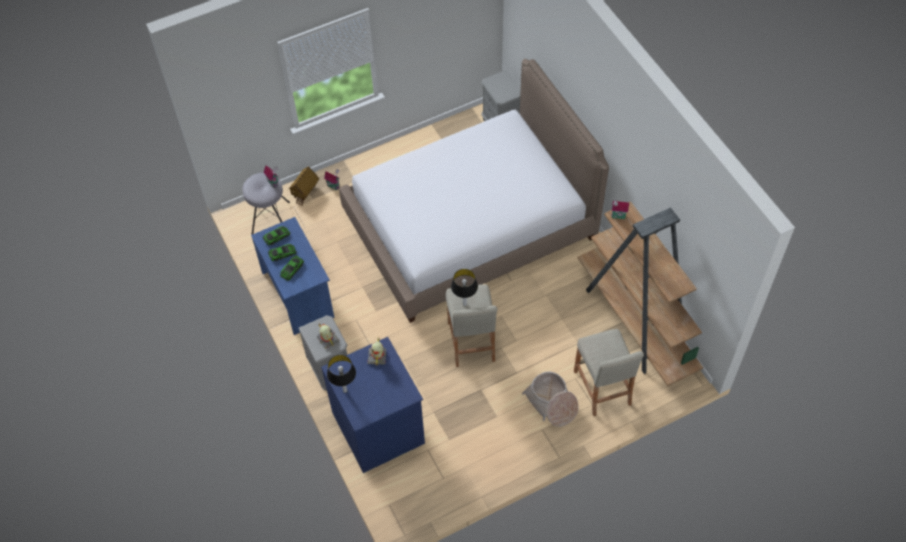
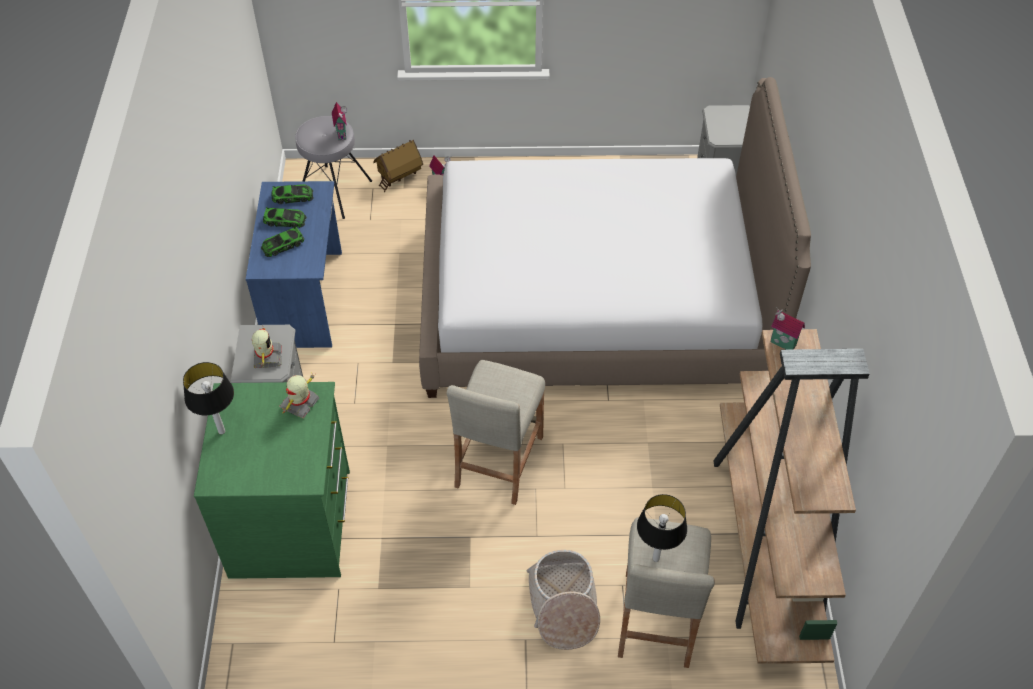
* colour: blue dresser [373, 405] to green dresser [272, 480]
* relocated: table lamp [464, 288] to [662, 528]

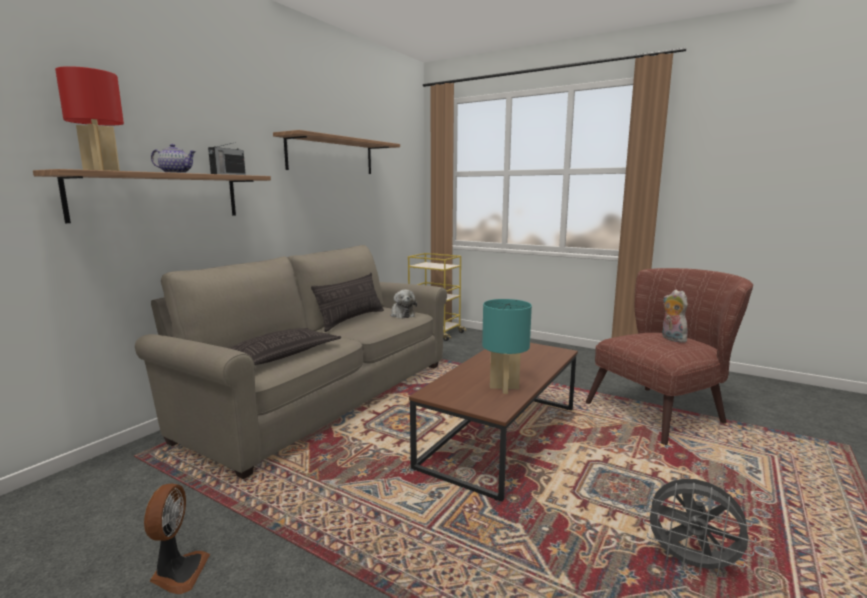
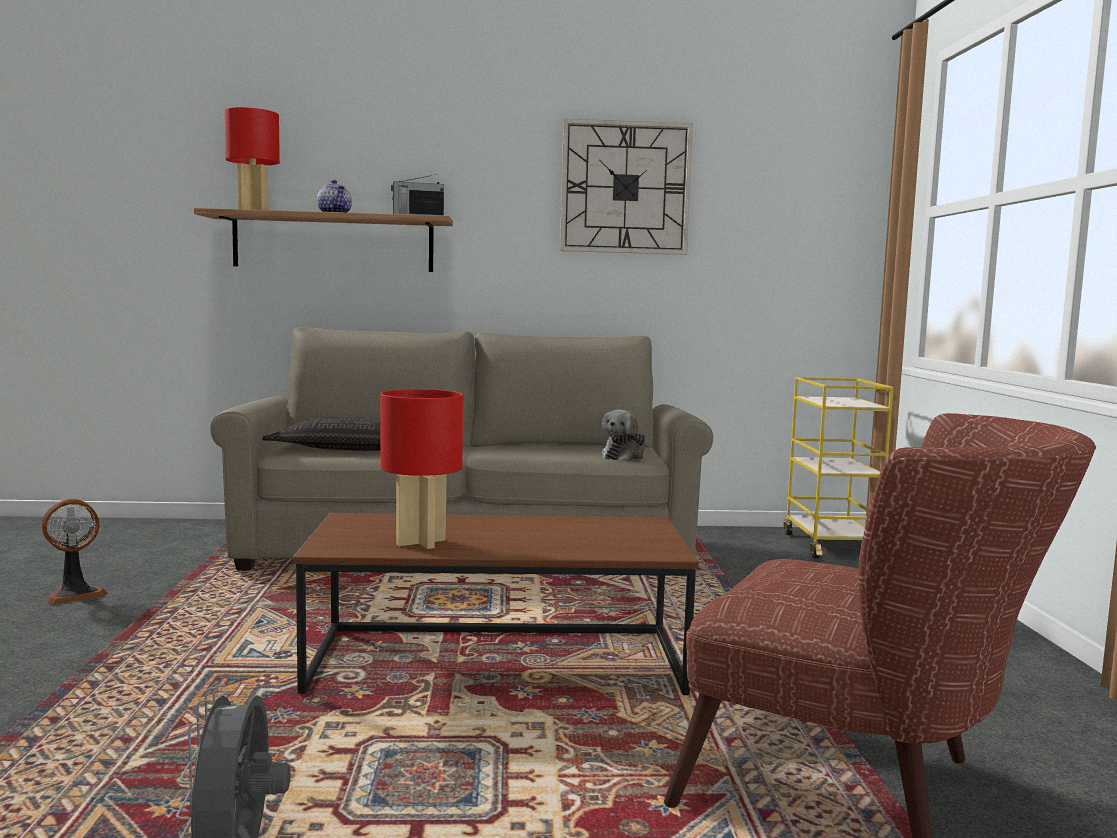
* exchanged: shelf [336, 152] to wall clock [626, 186]
* missing: pillow [347, 302]
* colour: turquoise table lamp [507, 346] to red table lamp [422, 469]
* missing: plush toy [675, 316]

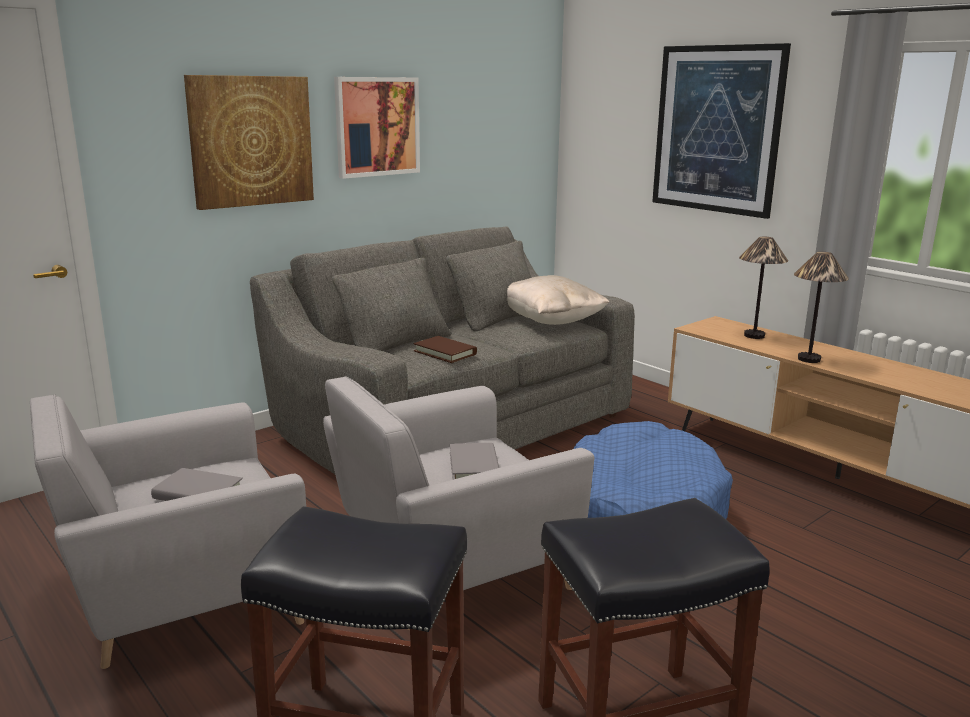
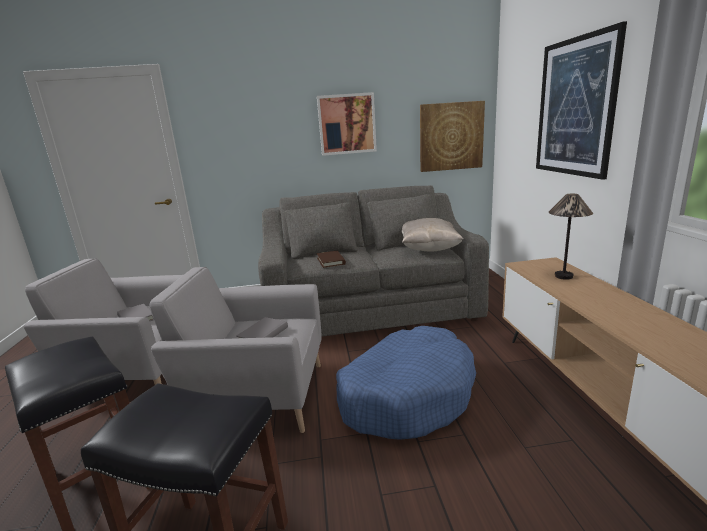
* relocated: picture [249, 142] to [452, 136]
* missing: table lamp [821, 307]

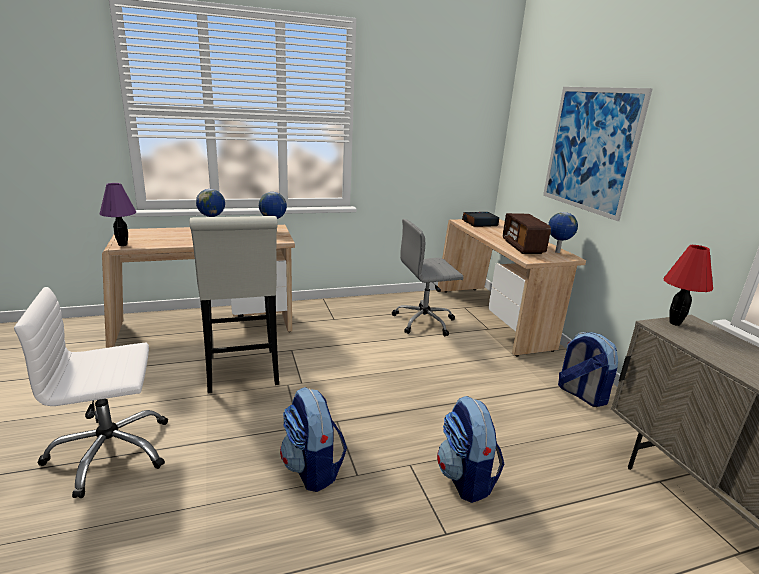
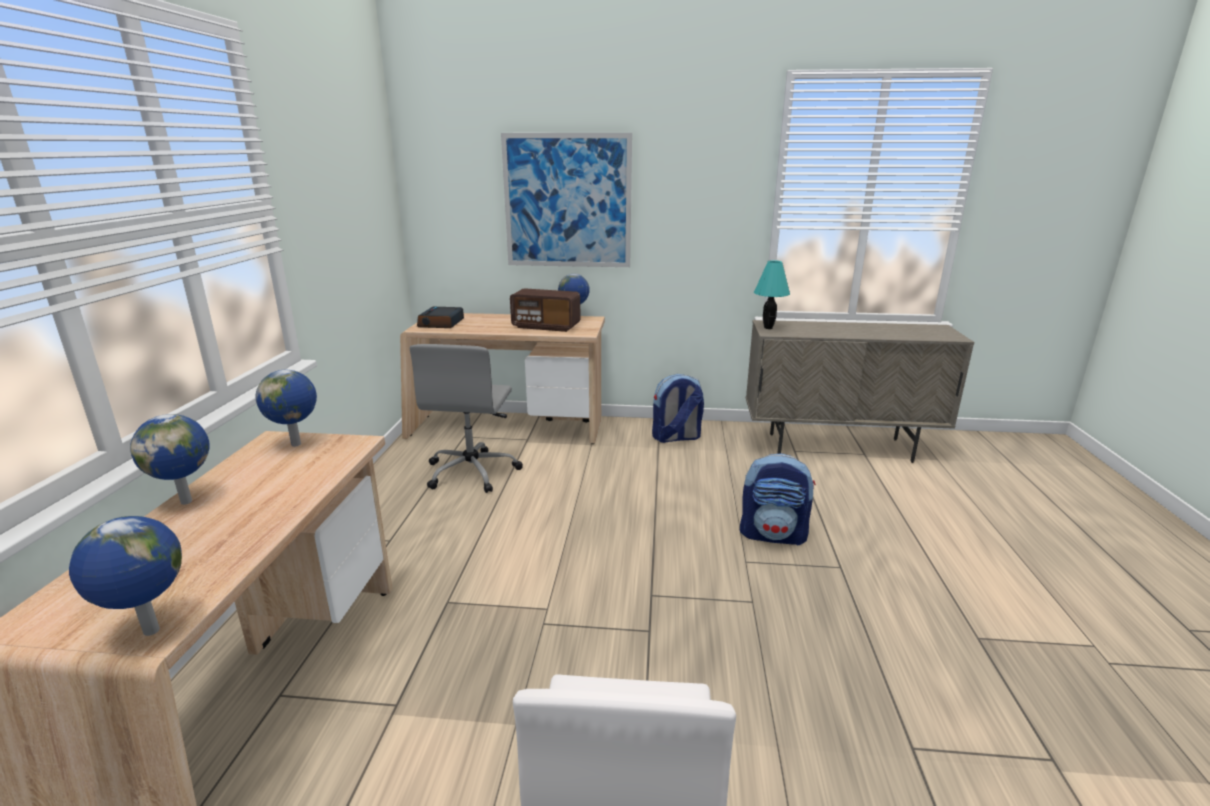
* exchanged: purple table lamp [118, 214] to globe [125, 576]
* missing: white stool [234, 304]
* missing: backpack [313, 439]
* colour: red table lamp [688, 285] to turquoise table lamp [772, 294]

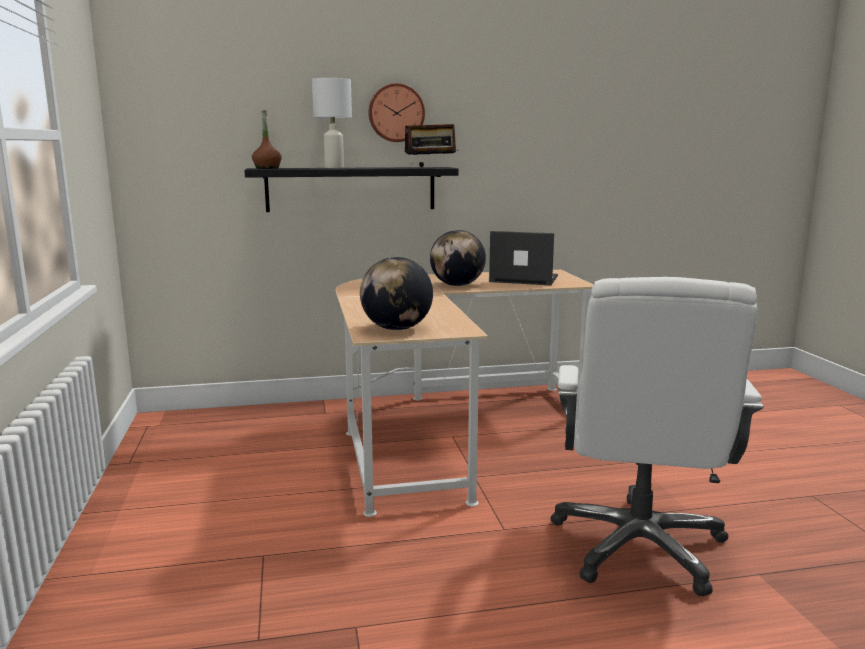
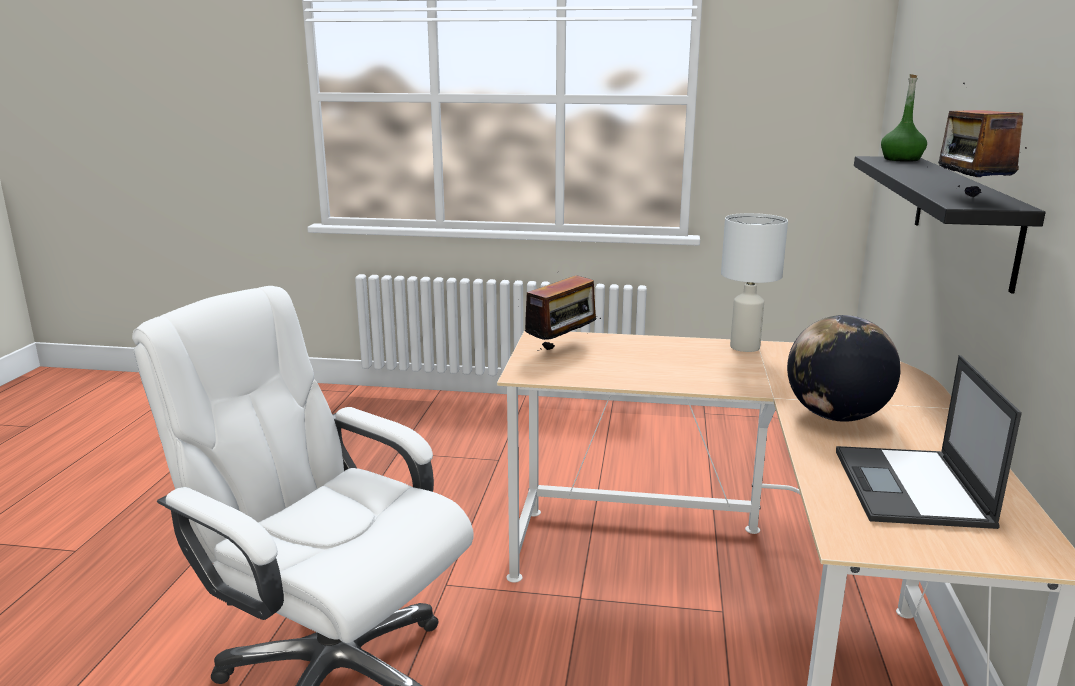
* colour: brown bottle [267, 139] to green bottle [904, 118]
* relocated: white table lamp [332, 123] to [754, 282]
* exchanged: globe [396, 293] to radio [563, 309]
* missing: wall clock [396, 112]
* spun: laptop [523, 258] = [929, 442] 150 degrees clockwise

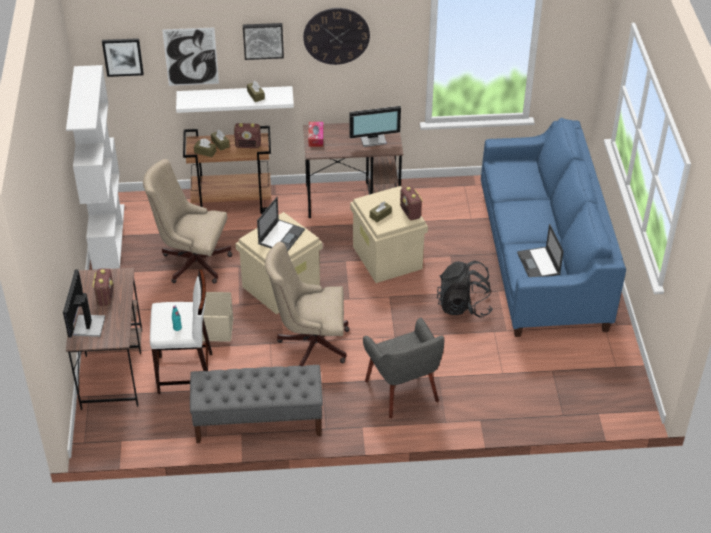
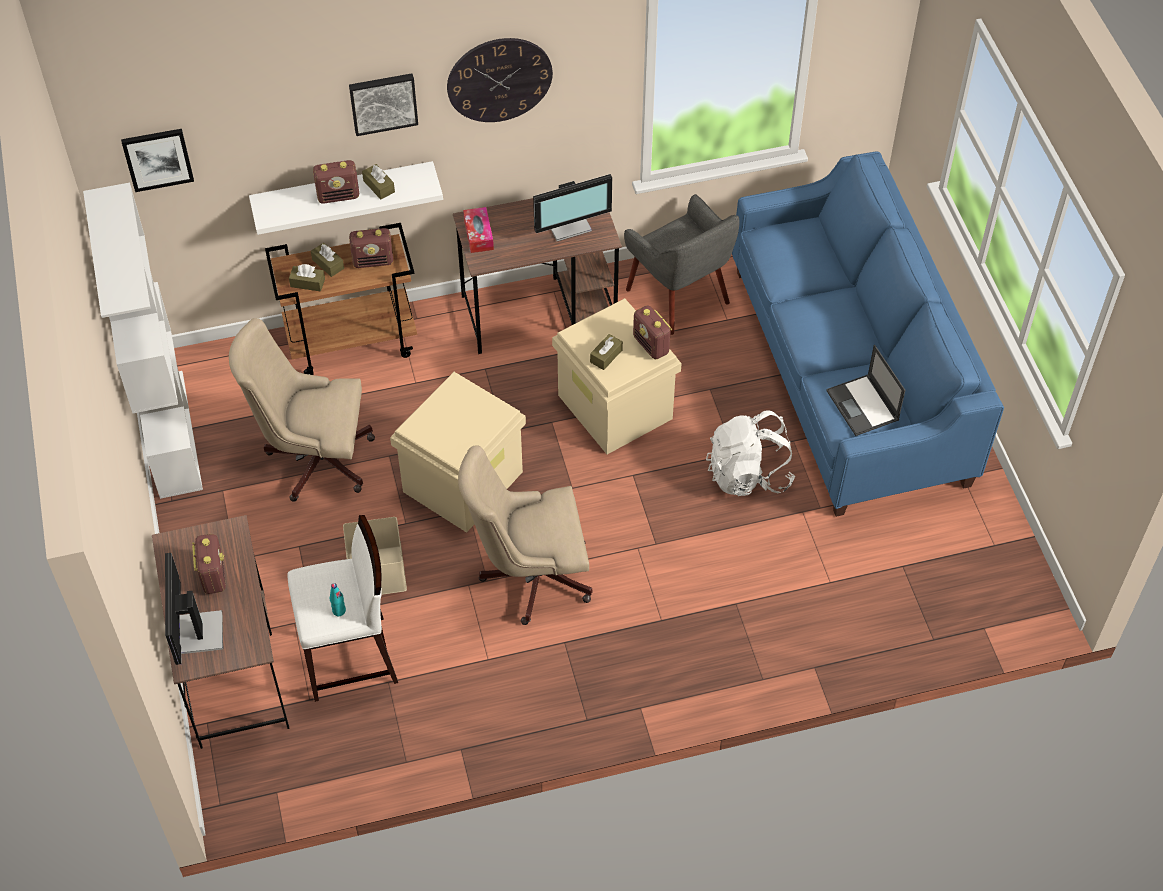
* missing: picture [190, 56]
* missing: grey bench [256, 404]
* missing: laptop [281, 224]
* relocated: grey armchair [403, 368] to [682, 264]
* colour: black backpack [465, 289] to white backpack [750, 453]
* appeared: radio [336, 182]

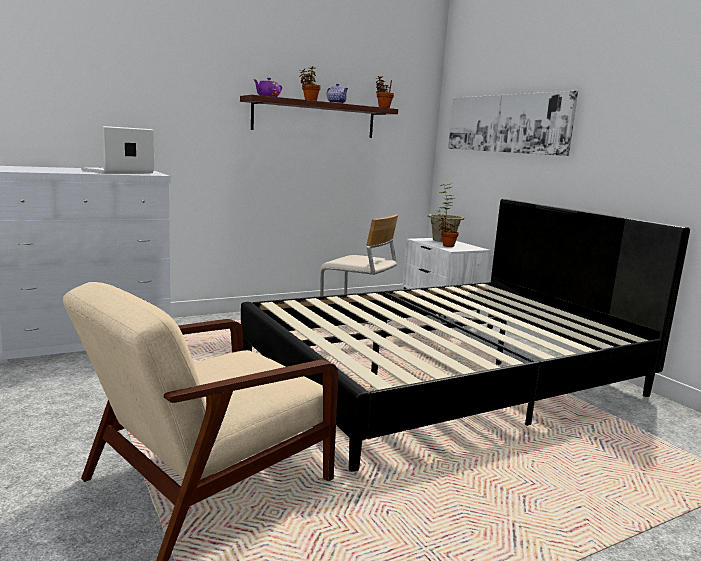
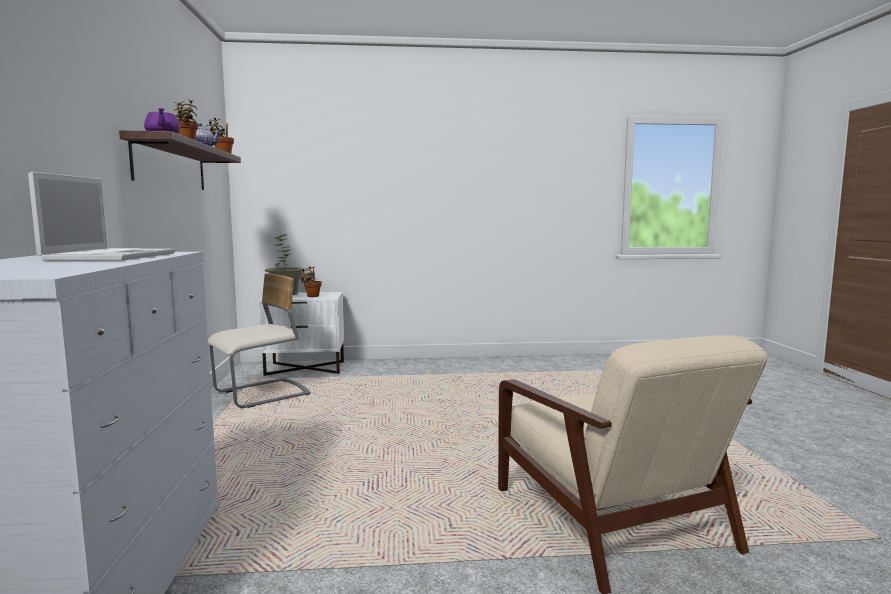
* spun: laptop [117, 150] = [101, 216] 150 degrees counterclockwise
* missing: black bed [465, 335]
* missing: picture [513, 123]

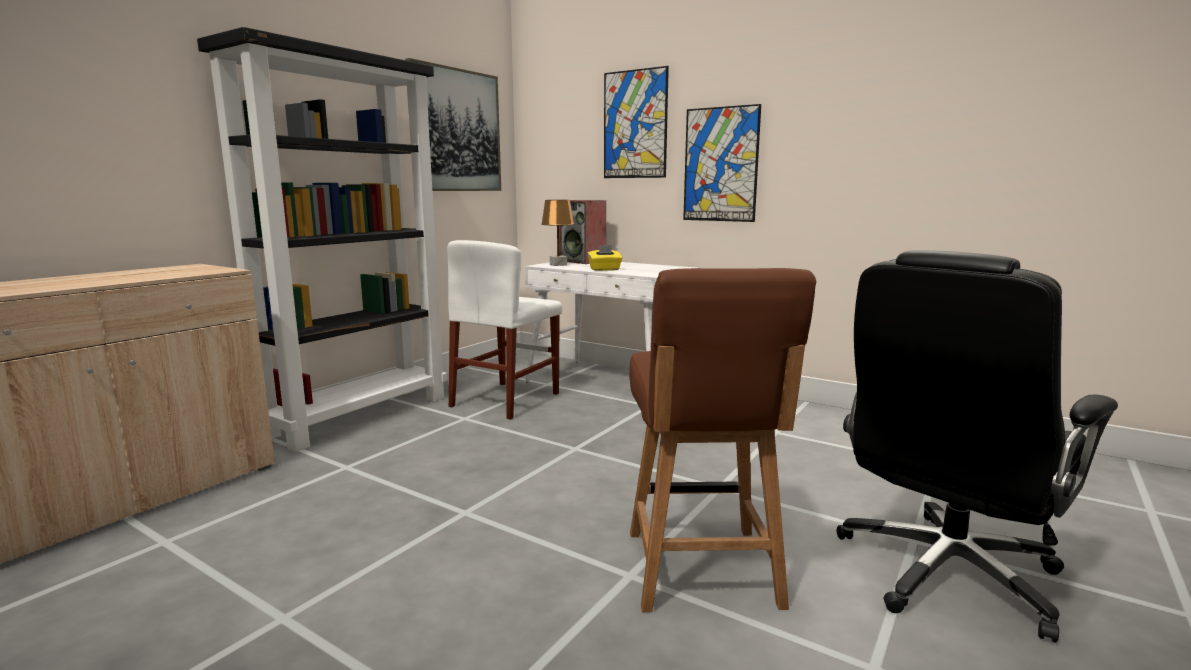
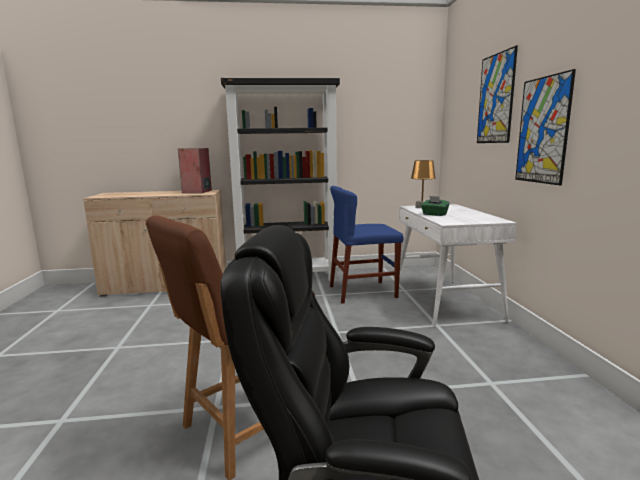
* missing: picture [453, 124]
* colour: white chair [504, 330] to blue chair [366, 245]
* relocated: speaker [582, 232] to [195, 171]
* colour: yellow tissue box [605, 258] to green tissue box [435, 206]

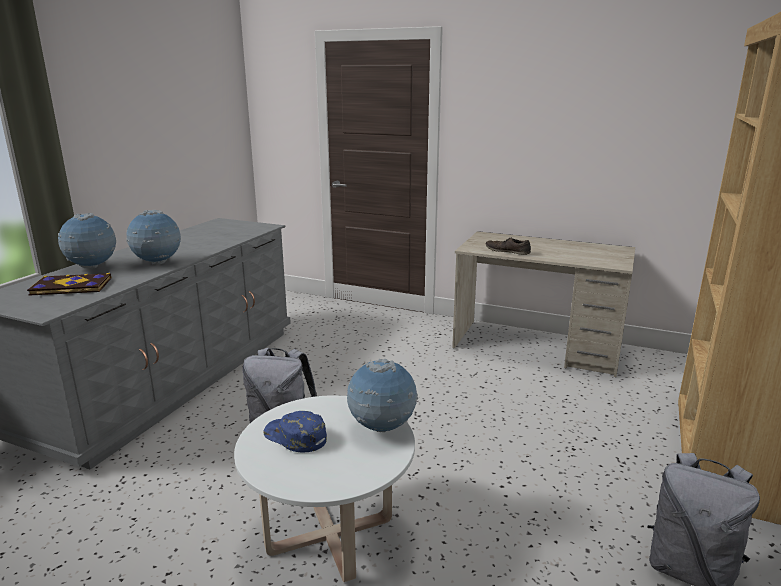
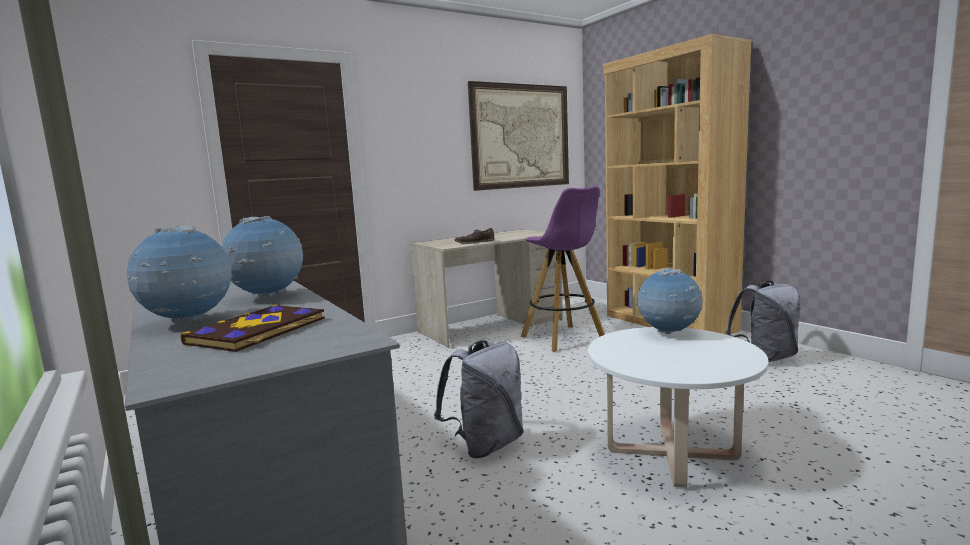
* missing: blue cap [295, 431]
* appeared: picture [518, 136]
* appeared: purple stool [563, 268]

